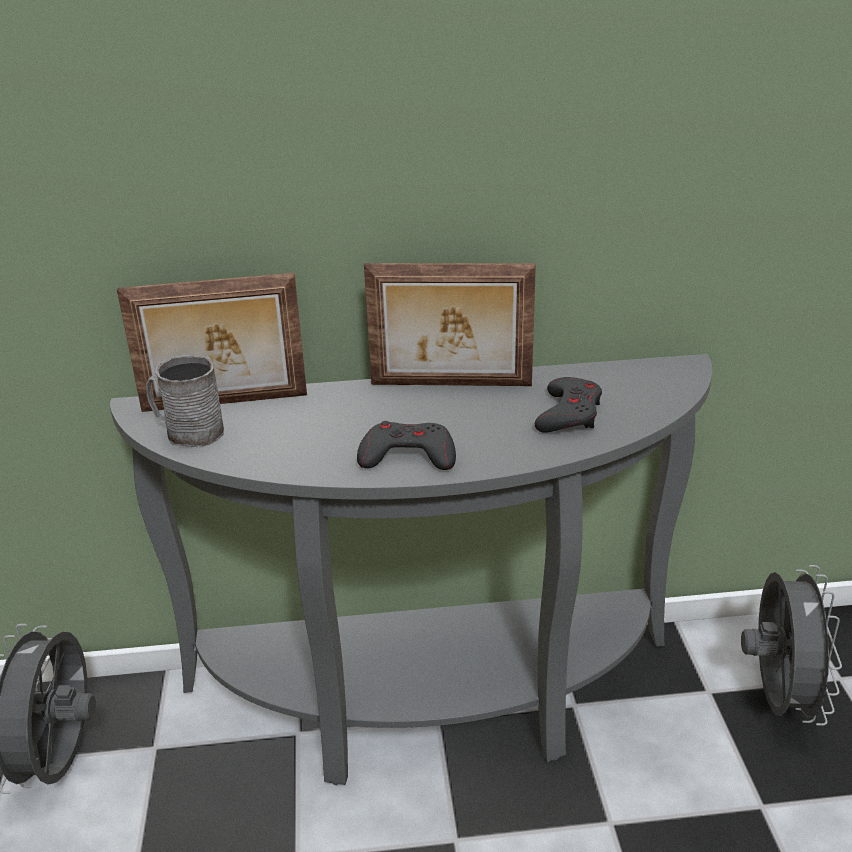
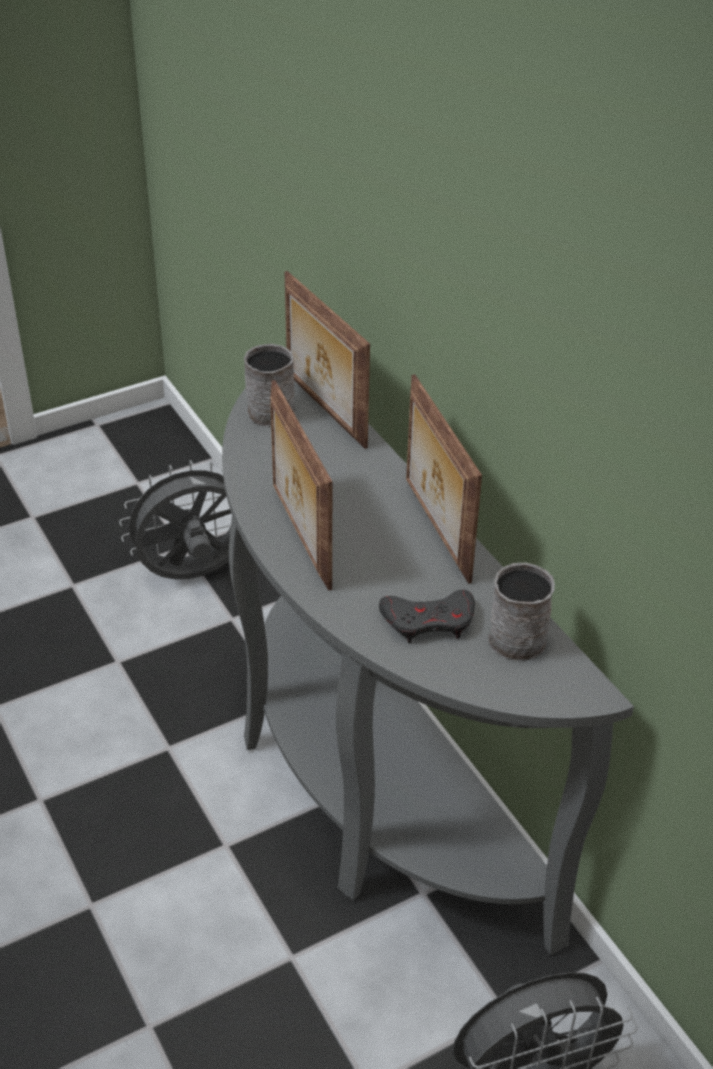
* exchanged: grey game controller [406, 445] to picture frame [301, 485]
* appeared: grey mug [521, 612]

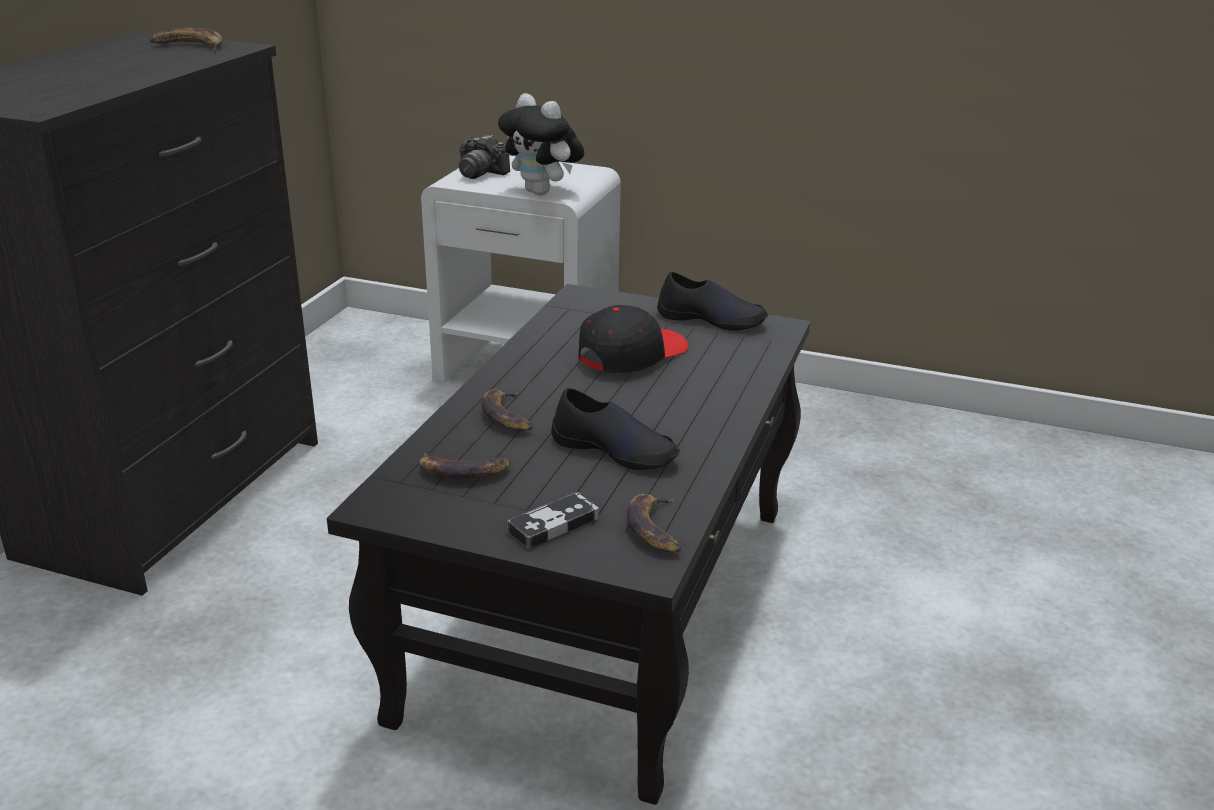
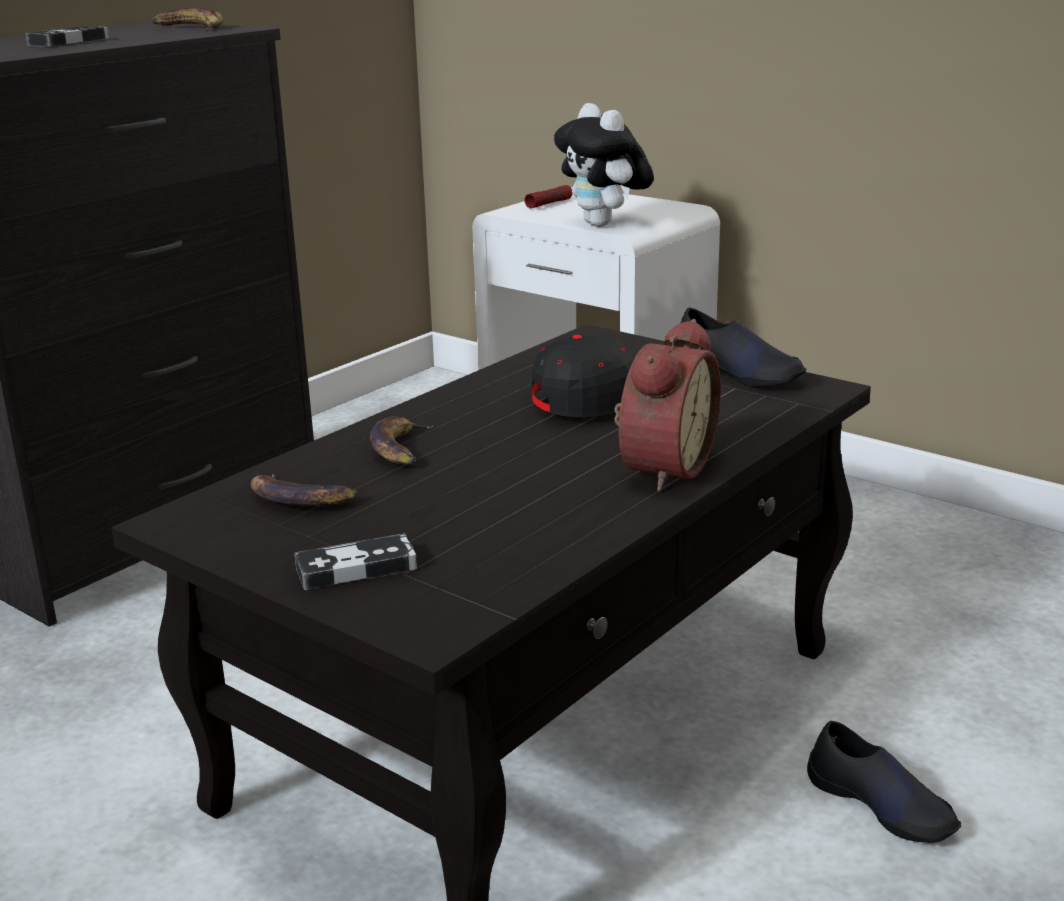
* exchanged: photo camera [484, 156] to flashlight [549, 196]
* relocated: black shoe [615, 429] to [884, 781]
* missing: banana [654, 523]
* appeared: game controller [67, 36]
* appeared: alarm clock [667, 405]

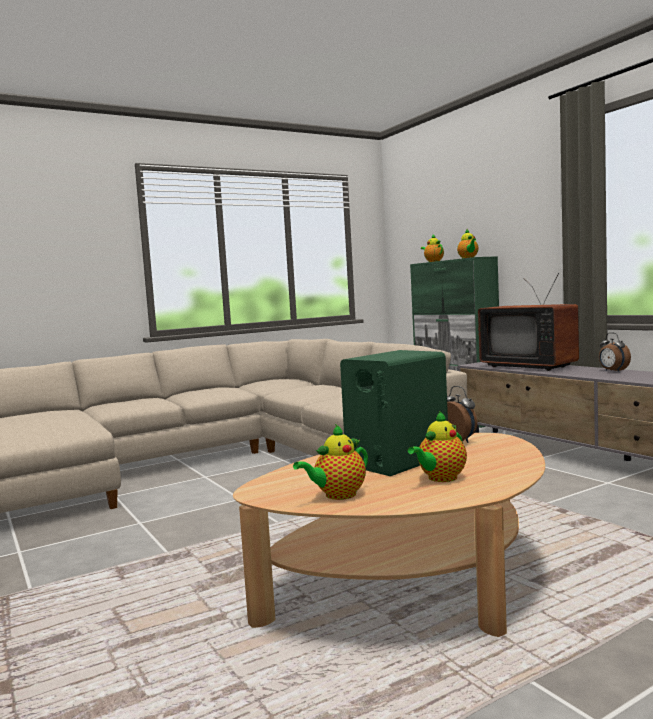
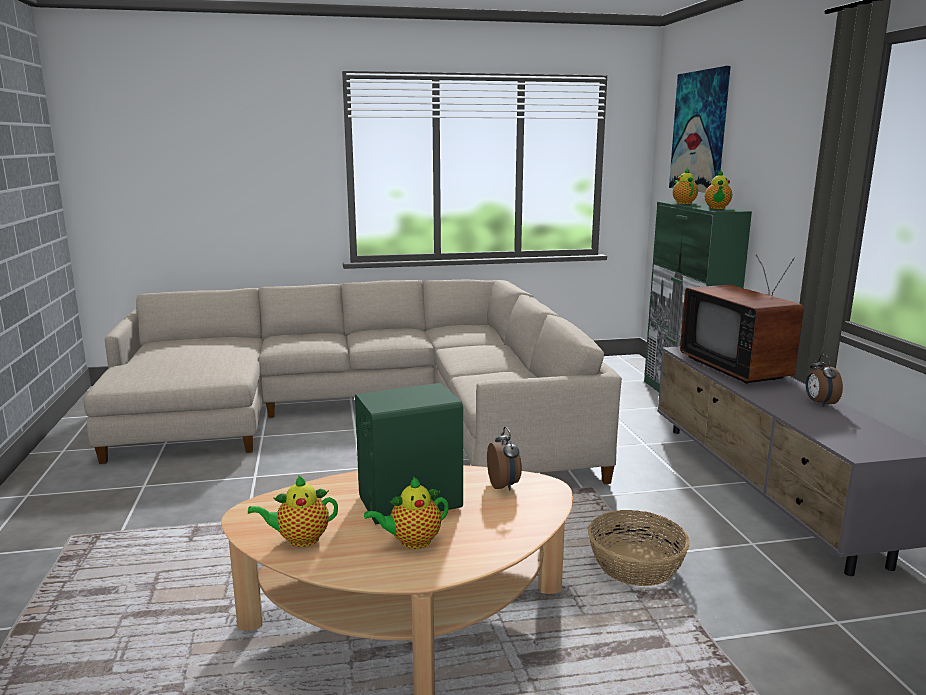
* appeared: basket [639, 548]
* appeared: picture [700, 129]

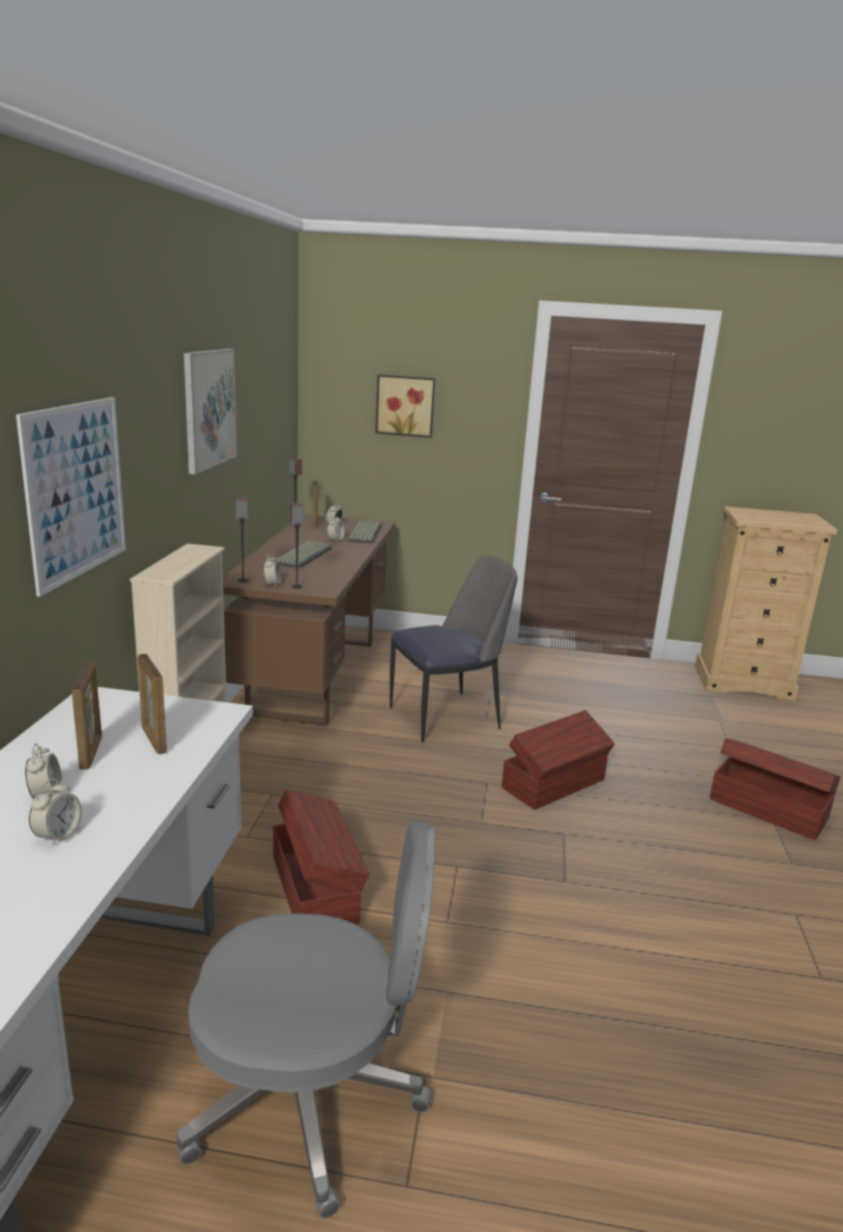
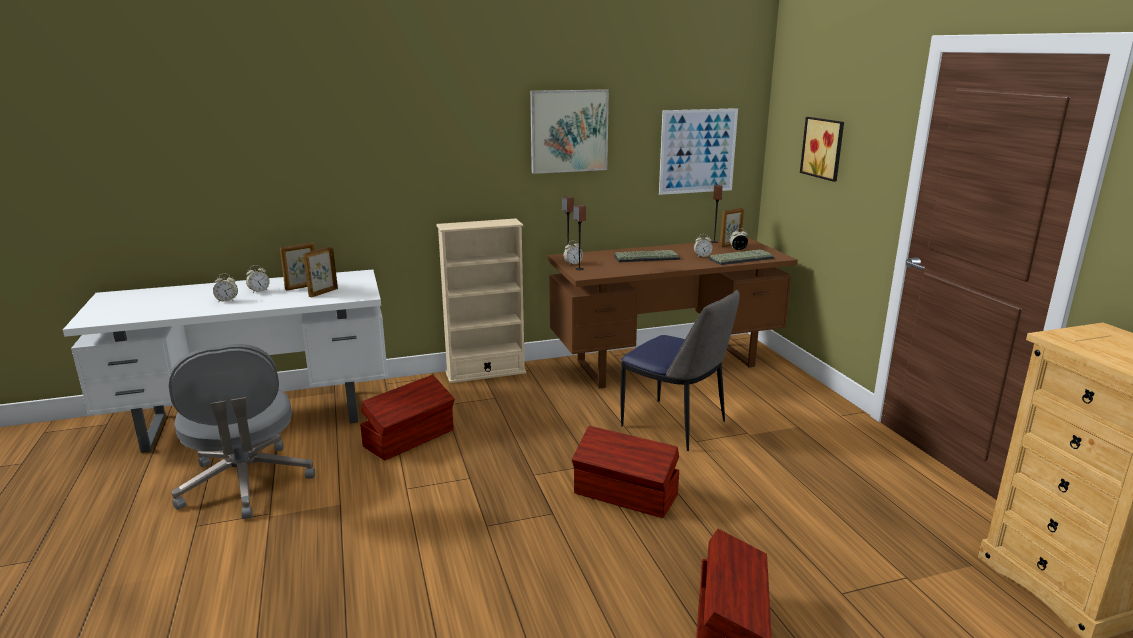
* relocated: picture [71, 497] to [698, 151]

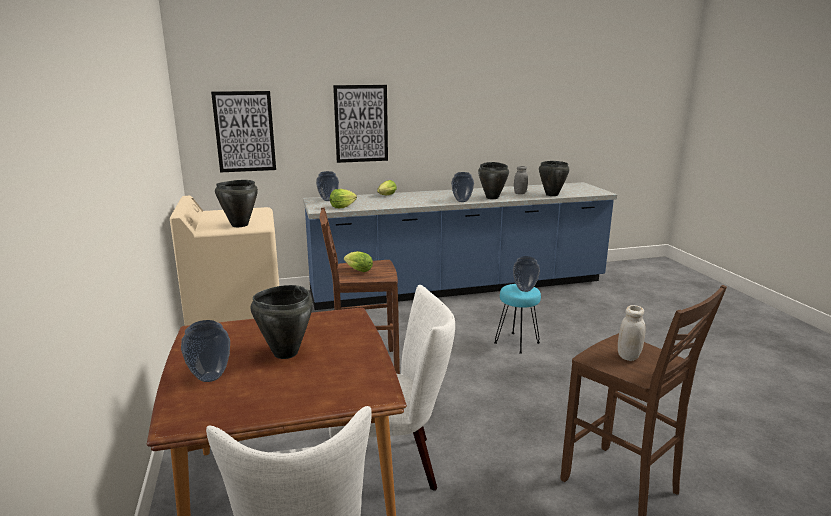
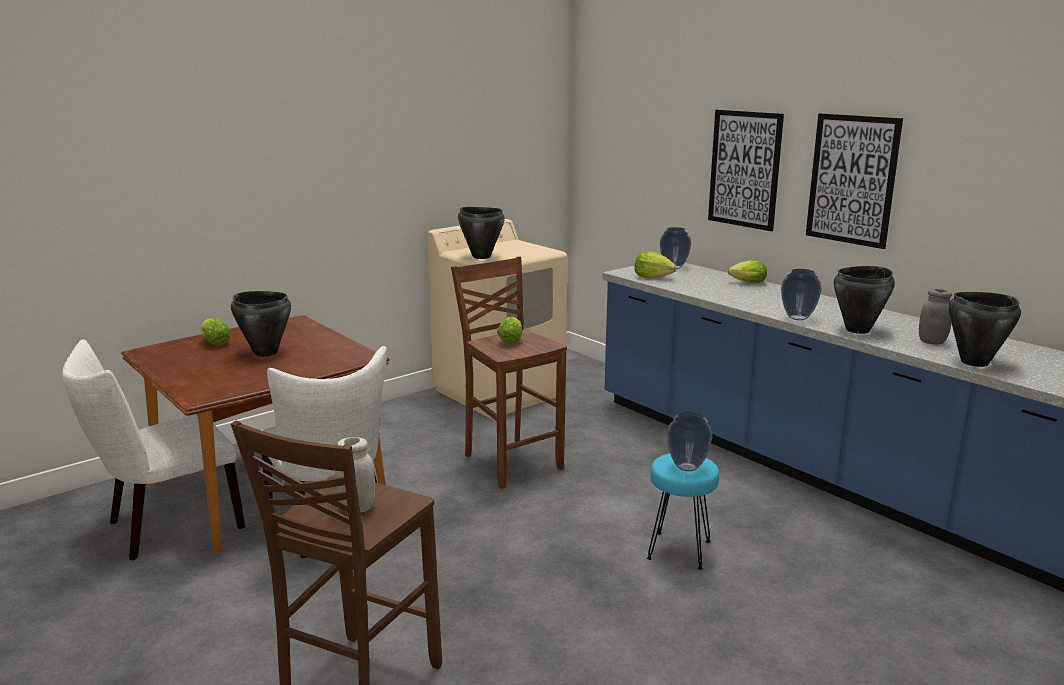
* exchanged: vase [205, 351] to lettuce [215, 332]
* relocated: picture [243, 131] to [854, 181]

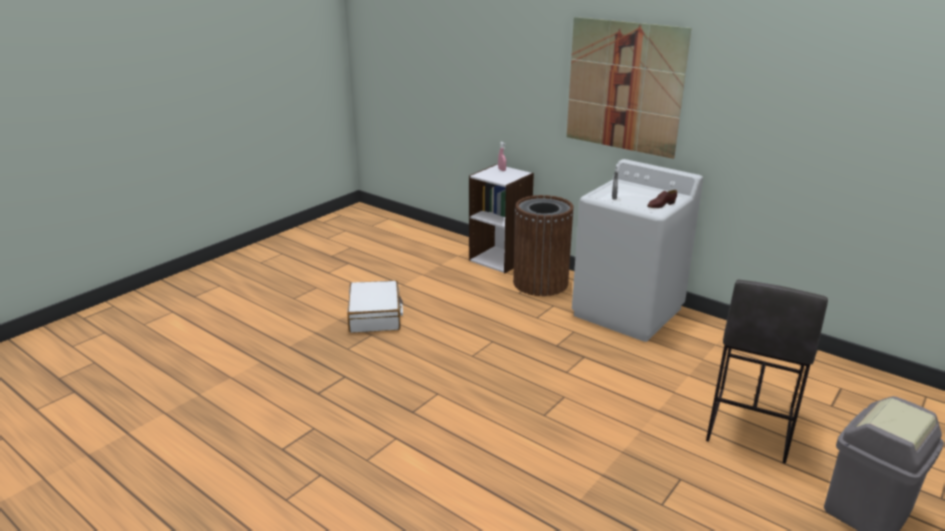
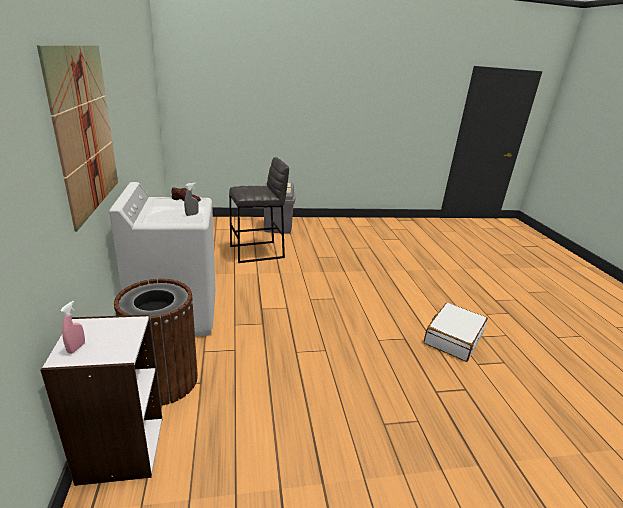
* relocated: white suitcase [375, 306] to [456, 332]

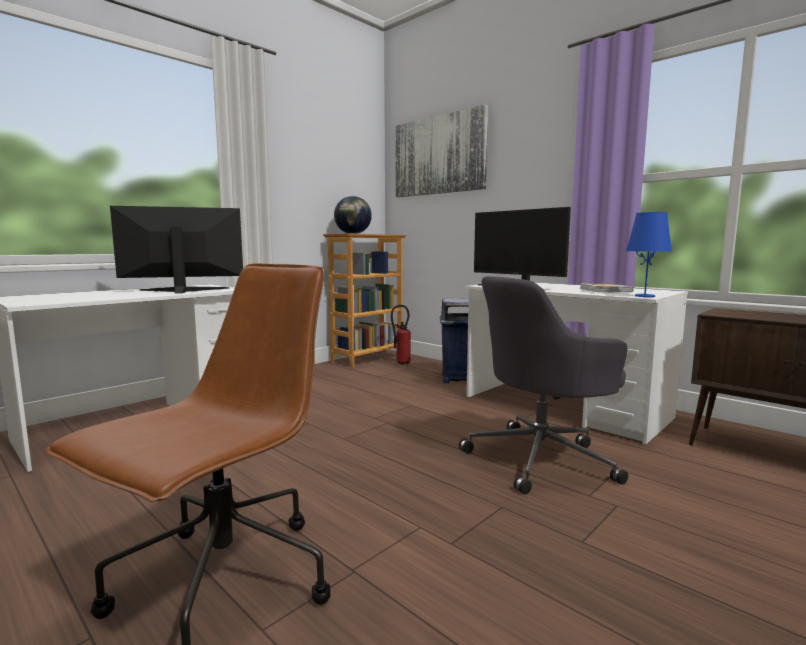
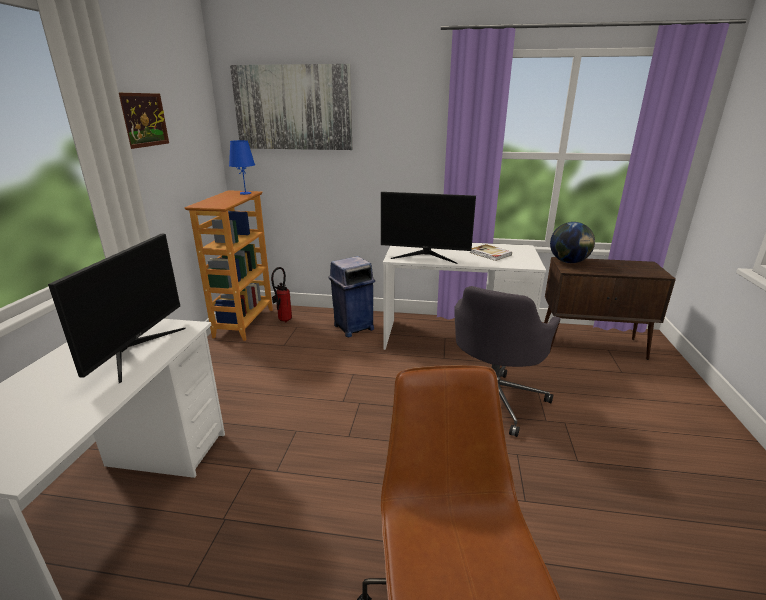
* spun: monitor [176, 250] = [116, 308] 150 degrees clockwise
* relocated: globe [353, 215] to [572, 242]
* relocated: blue table lamp [649, 254] to [242, 167]
* appeared: picture [144, 121]

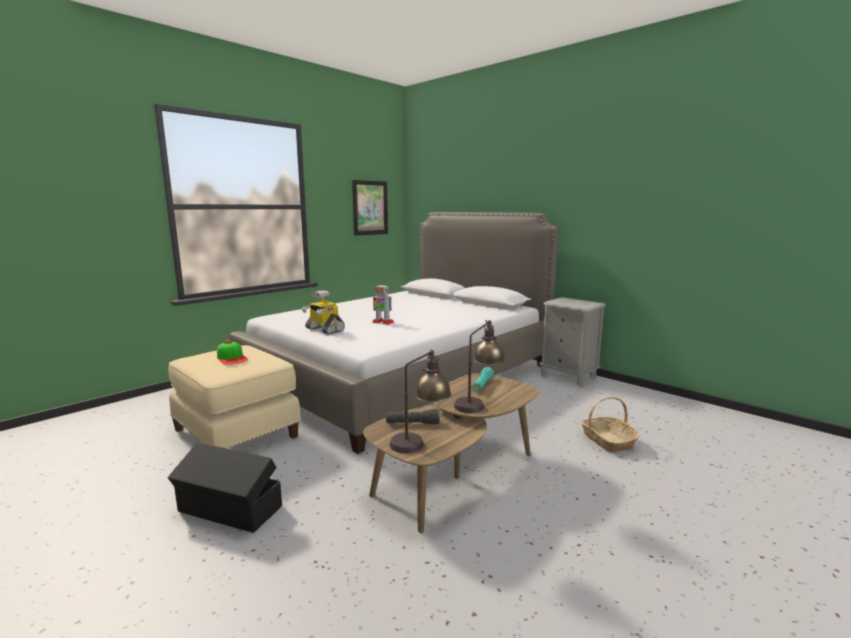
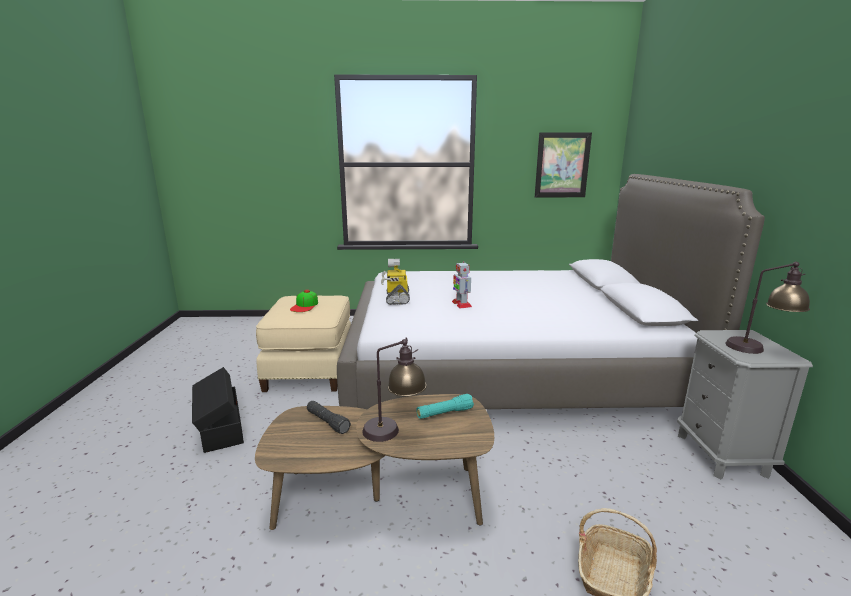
* relocated: table lamp [420, 401] to [768, 307]

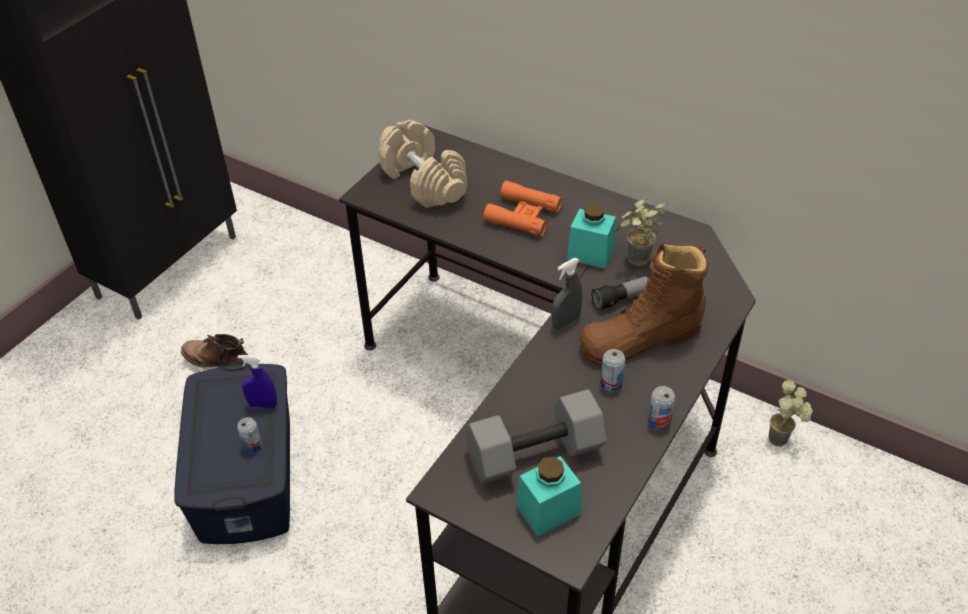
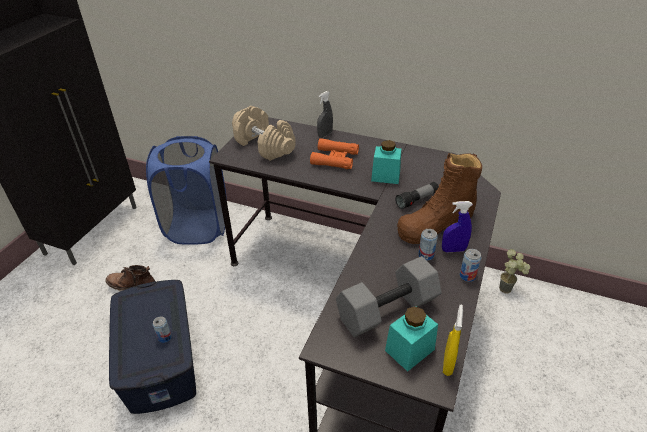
* relocated: blue spray bottle [257, 381] to [457, 226]
* relocated: grey spray bottle [567, 293] to [325, 114]
* missing: potted plant [644, 232]
* appeared: blue laundry basket [186, 190]
* appeared: yellow spray bottle [453, 340]

